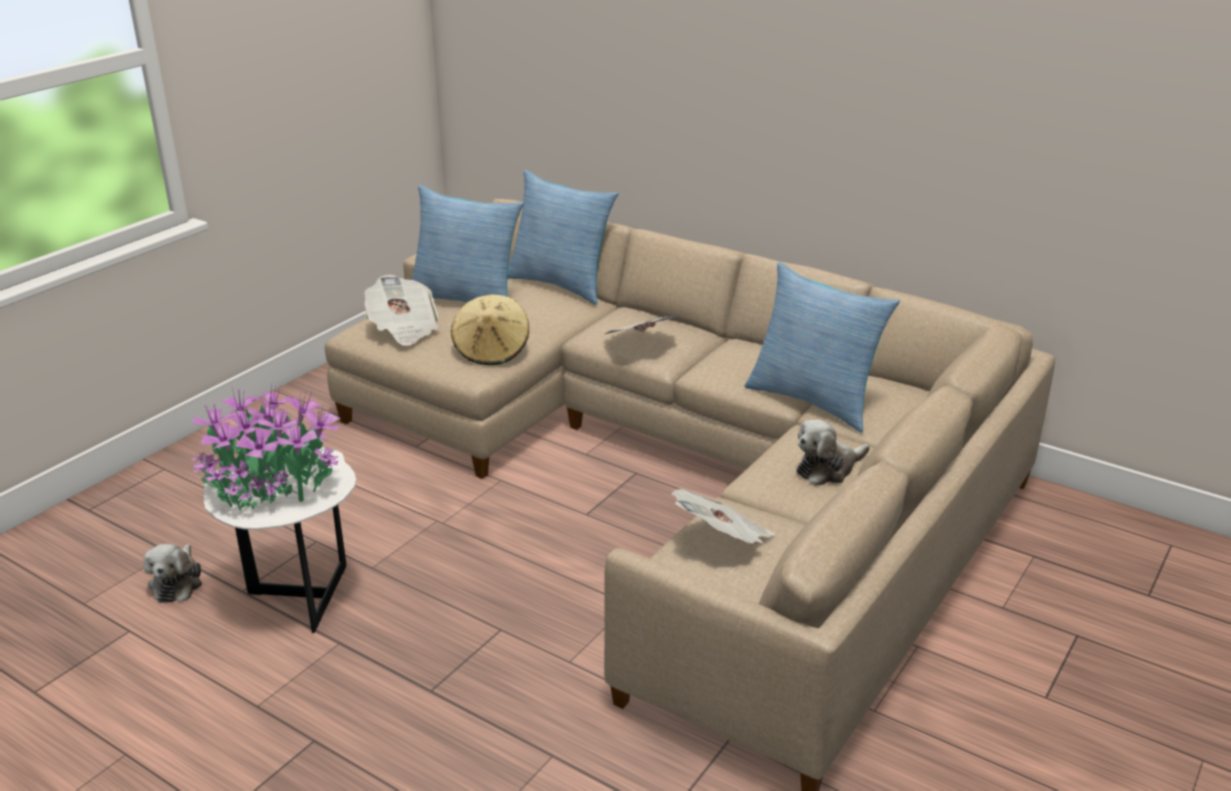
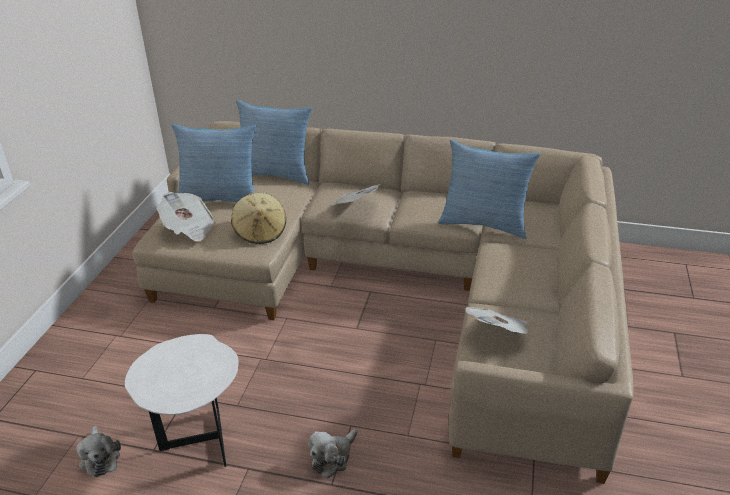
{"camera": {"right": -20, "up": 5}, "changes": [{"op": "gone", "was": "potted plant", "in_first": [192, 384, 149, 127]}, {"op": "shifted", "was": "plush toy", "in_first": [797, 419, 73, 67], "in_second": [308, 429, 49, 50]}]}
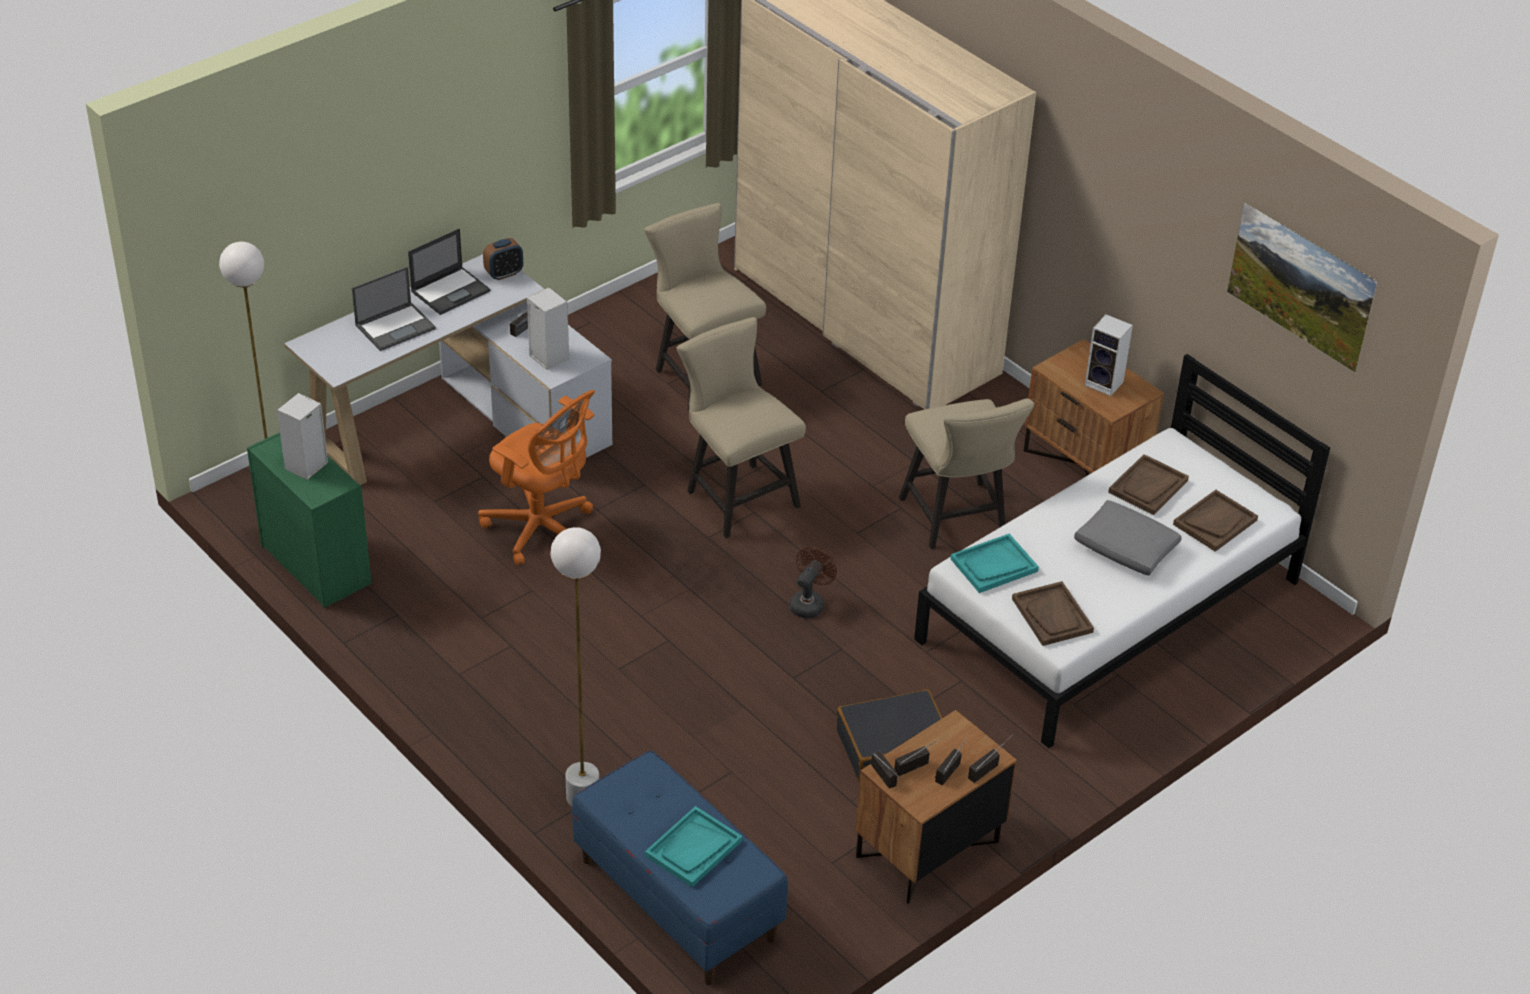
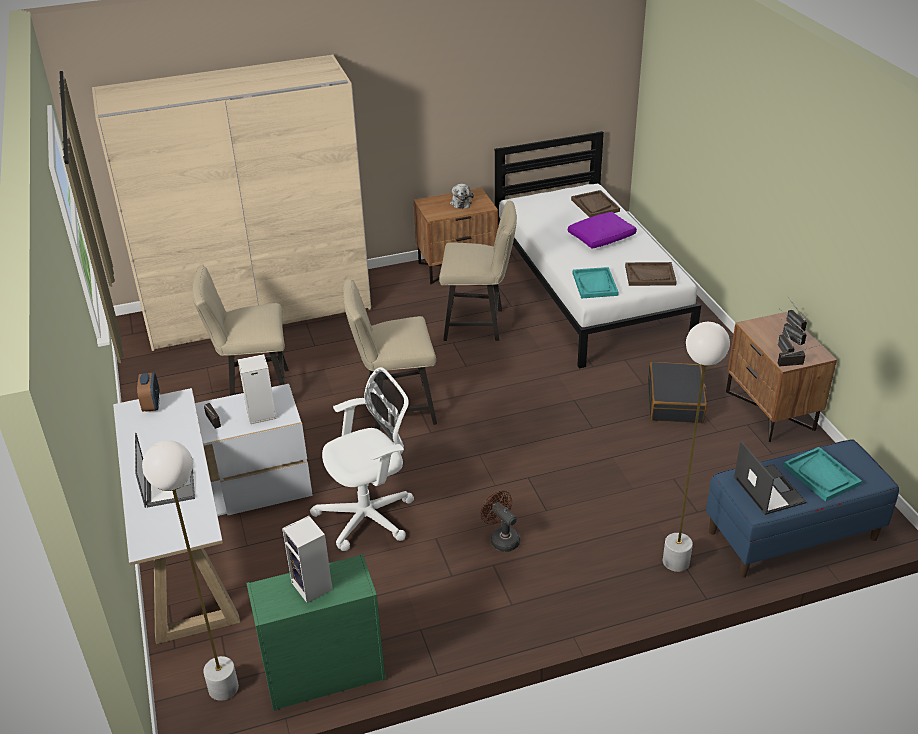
{"camera": {"right": -65, "up": -5}, "changes": [{"op": "gone", "was": "tray/brown", "in_first": [1108, 454, 81, 61]}, {"op": "gone", "was": "picture", "in_first": [1227, 202, 150, 170]}, {"op": "shifted", "was": "laptop", "in_first": [408, 228, 82, 87], "in_second": [734, 441, 72, 74]}, {"op": "shifted", "was": "fan/brown", "in_first": [790, 547, 47, 71], "in_second": [480, 491, 40, 61]}, {"op": "swapped", "was": "speaker", "now": "plush toy", "in_first": [1085, 314, 48, 82], "in_second": [450, 184, 24, 25]}, {"op": "repainted", "was": "office chair/orange", "now": "office chair/white", "in_first": [478, 390, 118, 176], "in_second": [310, 367, 104, 184]}, {"op": "repainted", "was": "pillow/grey", "now": "pillow/purple", "in_first": [1074, 500, 108, 76], "in_second": [568, 212, 69, 36]}]}
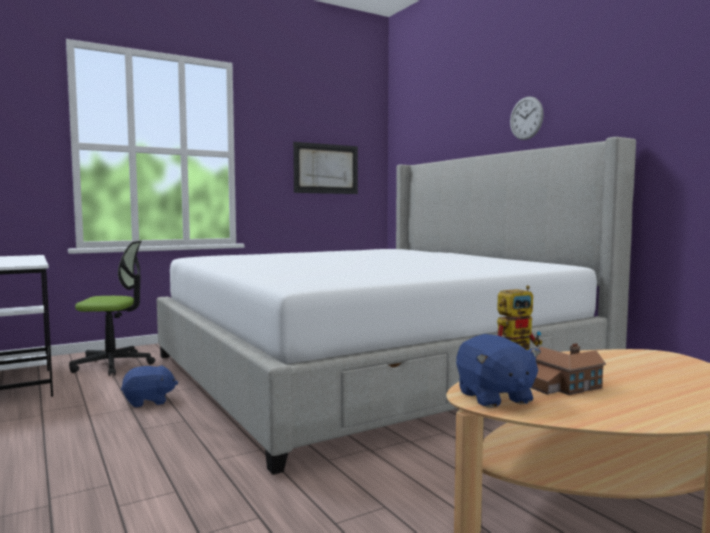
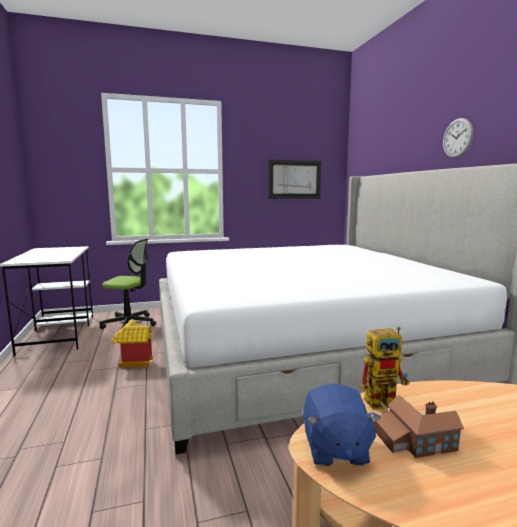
{"camera": {"right": 15, "up": 5}, "changes": [{"op": "swapped", "was": "plush toy/blue", "now": "toy house", "in_first": [121, 365, 57, 42], "in_second": [111, 319, 42, 49]}]}
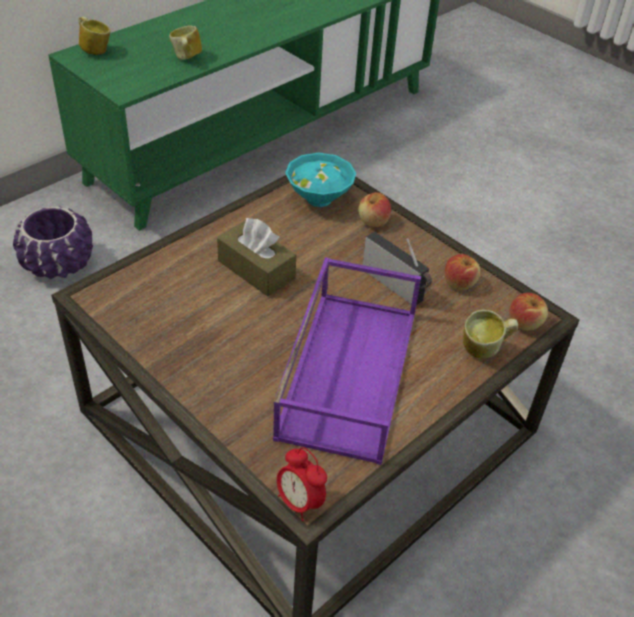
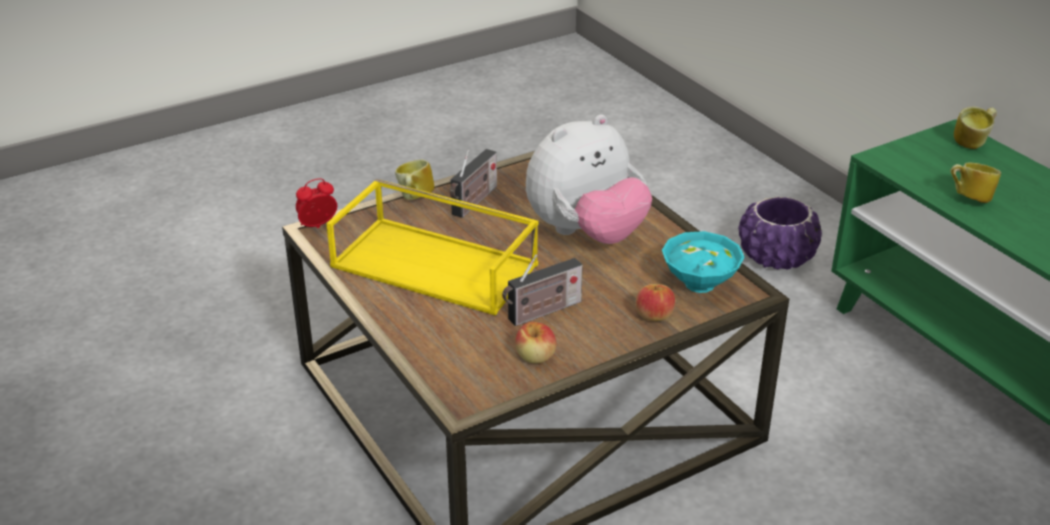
{"camera": {"right": 105, "up": -10}, "changes": [{"op": "gone", "was": "apple", "in_first": [509, 293, 39, 38]}, {"op": "new", "now": "radio", "in_second": [450, 149, 47, 69]}, {"op": "shifted", "was": "mug", "in_first": [463, 310, 55, 49], "in_second": [395, 160, 39, 40]}, {"op": "swapped", "was": "tissue box/brown", "now": "plush toy", "in_first": [217, 218, 79, 78], "in_second": [526, 114, 126, 130]}, {"op": "repainted", "was": "tray/purple", "now": "tray/yellow", "in_first": [273, 257, 148, 208], "in_second": [326, 179, 212, 136]}]}
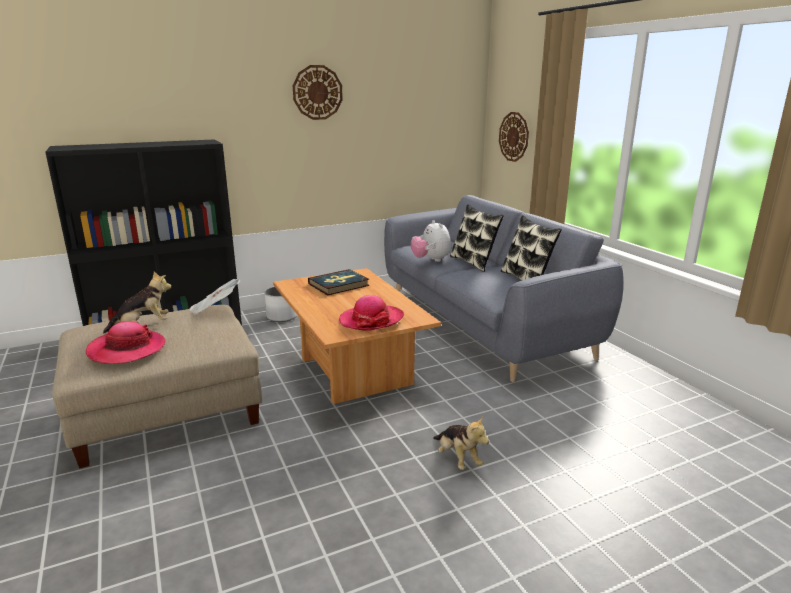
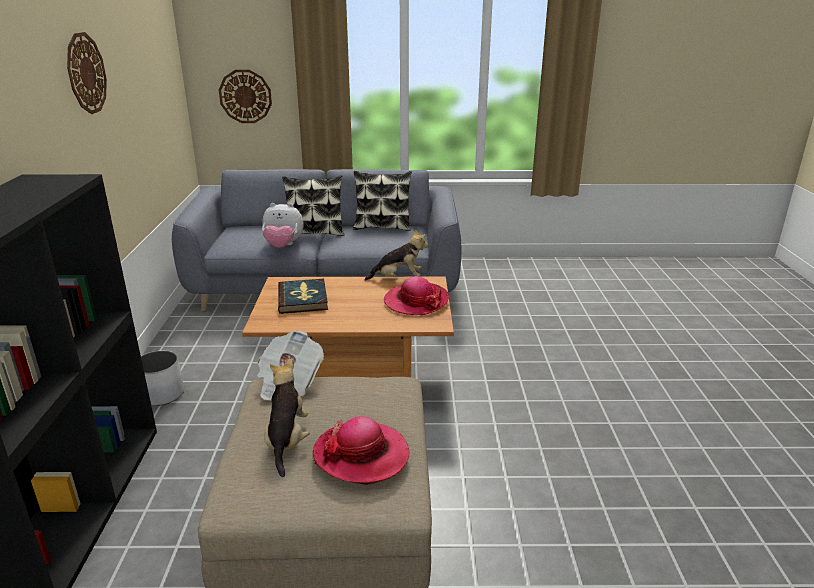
{"camera": {"right": -65, "up": 5}, "changes": [{"op": "shifted", "was": "plush toy", "in_first": [433, 416, 56, 54], "in_second": [365, 229, 63, 52]}]}
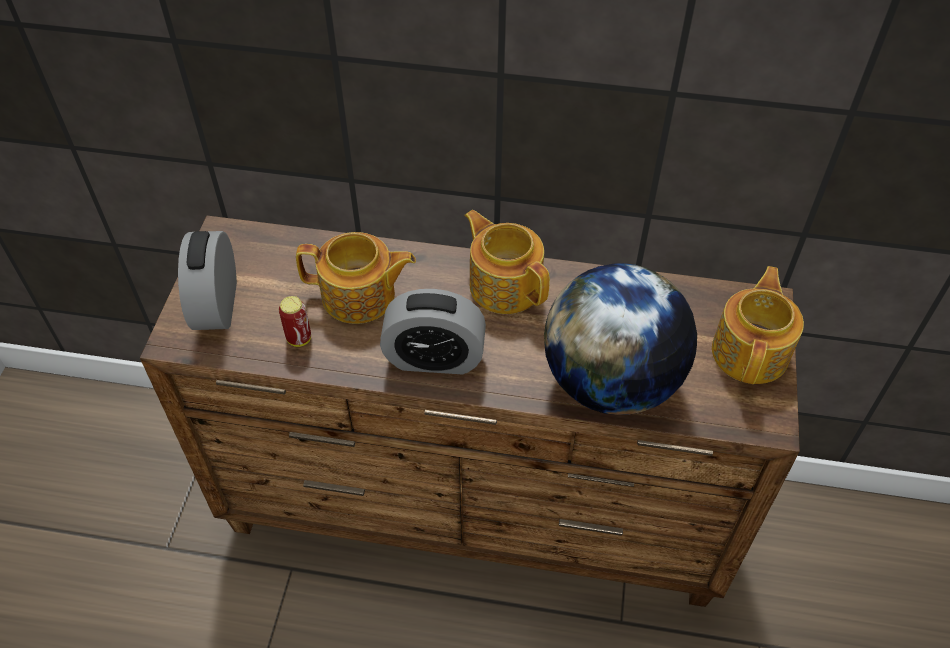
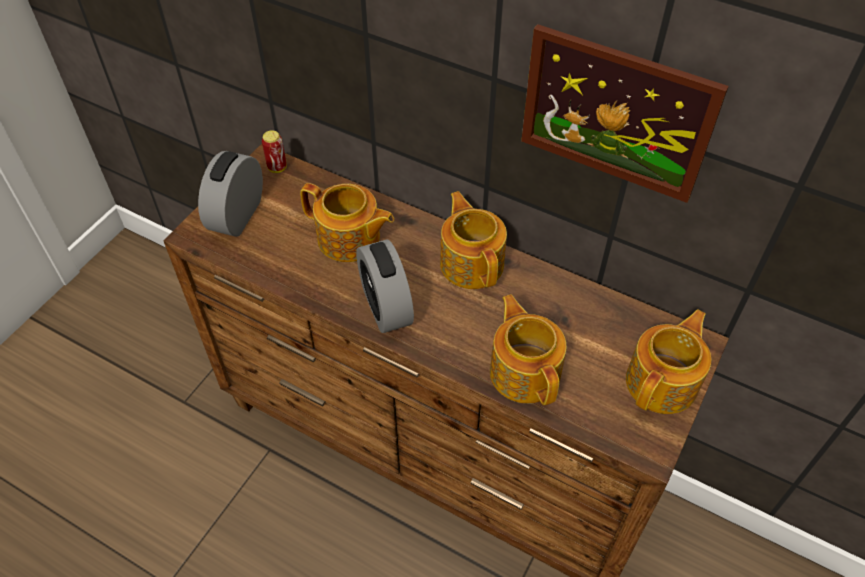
{"camera": {"right": 20, "up": 0}, "changes": [{"op": "new", "now": "picture", "in_second": [521, 24, 208, 179]}, {"op": "shifted", "was": "can", "in_first": [279, 296, 32, 51], "in_second": [262, 130, 25, 43]}, {"op": "swapped", "was": "globe", "now": "teapot", "in_first": [544, 263, 153, 152], "in_second": [490, 295, 77, 110]}, {"op": "rotated", "was": "alarm clock", "in_first": [380, 289, 106, 85], "in_second": [356, 239, 58, 94], "clockwise": 45}]}
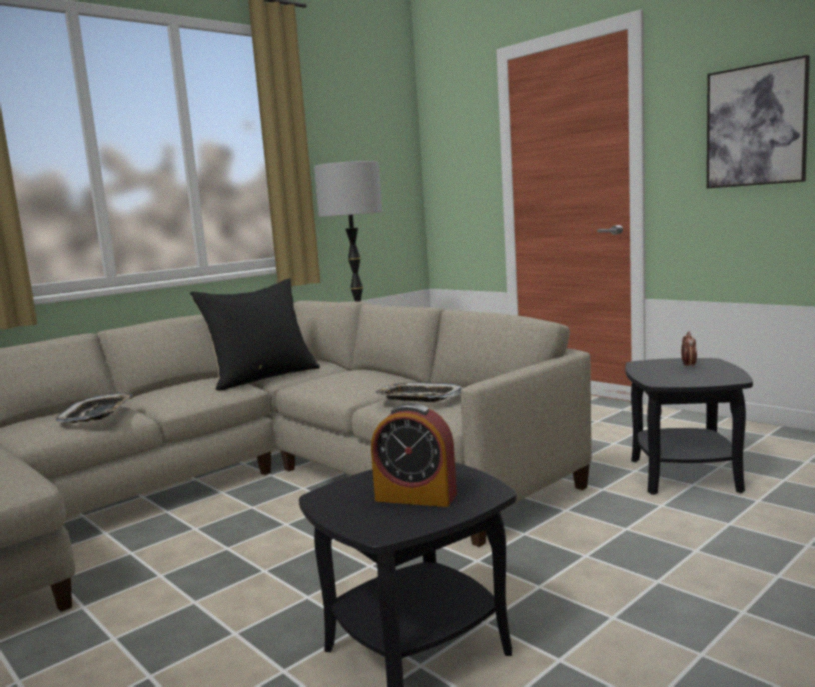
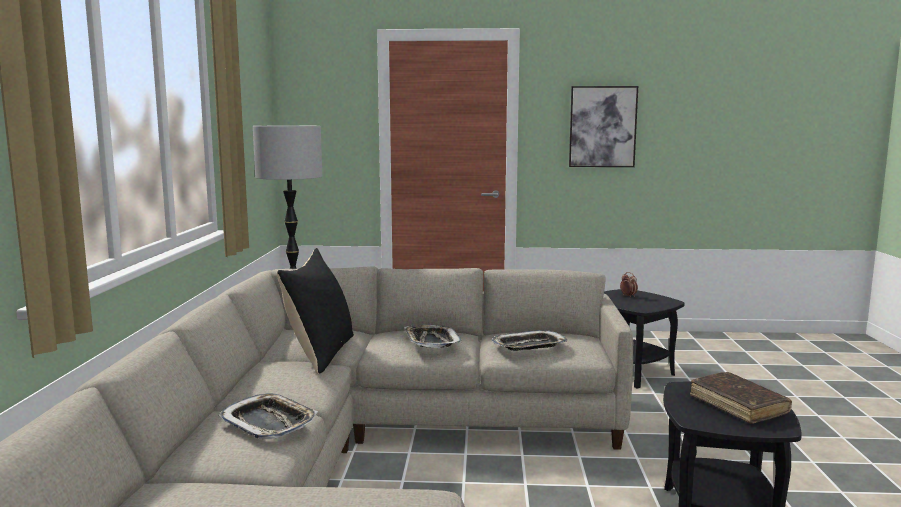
{"camera": {"right": -45, "up": 0}, "changes": [{"op": "new", "now": "tray", "in_second": [404, 325, 58, 23]}, {"op": "swapped", "was": "alarm clock", "now": "book/brown", "in_first": [371, 403, 86, 104], "in_second": [690, 372, 102, 52]}]}
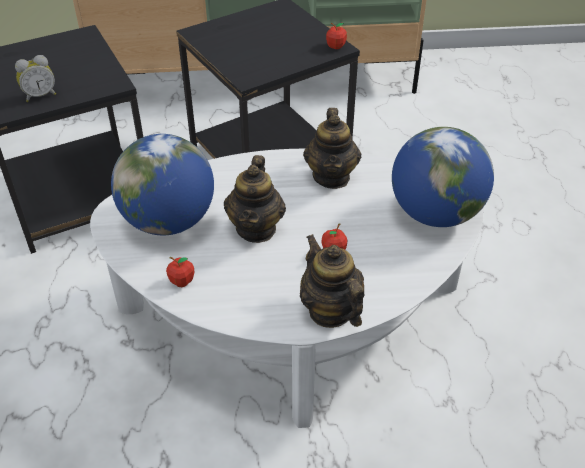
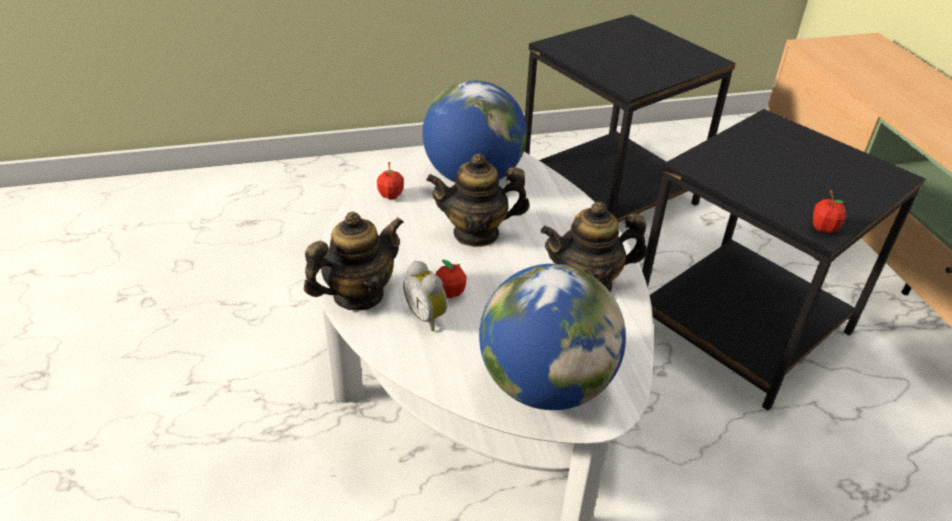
{"camera": {"right": 80, "up": -5}, "changes": [{"op": "shifted", "was": "alarm clock", "in_first": [15, 55, 41, 47], "in_second": [403, 260, 45, 72]}]}
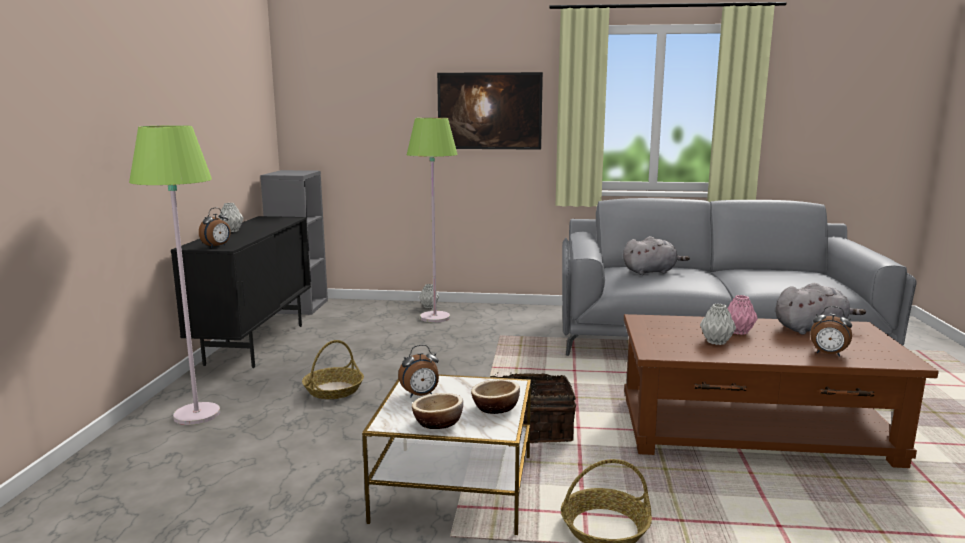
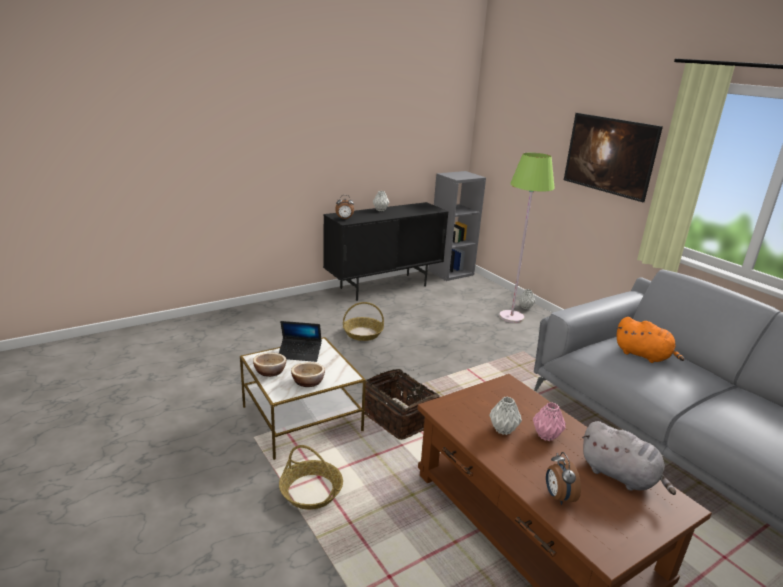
{"camera": {"right": 50, "up": 10}, "changes": [{"op": "gone", "was": "floor lamp/green", "in_first": [129, 125, 91, 300]}, {"op": "swapped", "was": "alarm clock", "now": "laptop", "in_first": [398, 345, 41, 53], "in_second": [279, 321, 43, 41]}, {"op": "repainted", "was": "plush toy/grey", "now": "plush toy/orange", "in_first": [623, 236, 67, 39], "in_second": [617, 317, 68, 46]}]}
